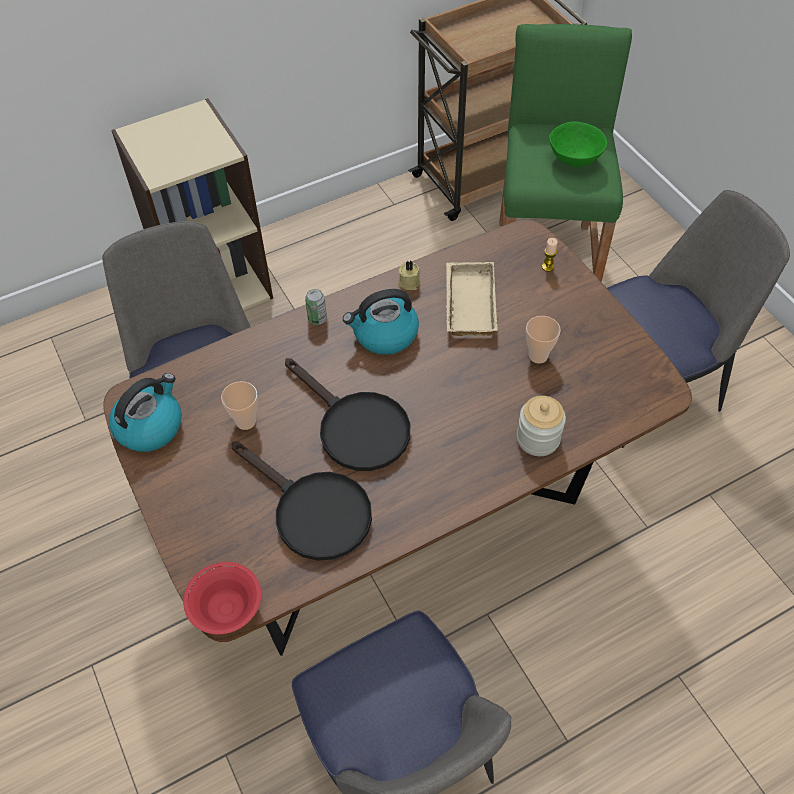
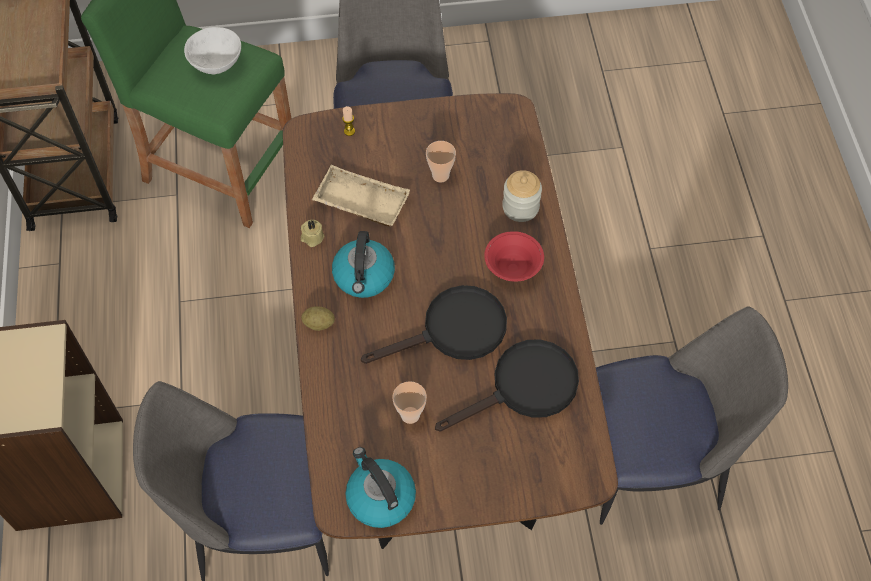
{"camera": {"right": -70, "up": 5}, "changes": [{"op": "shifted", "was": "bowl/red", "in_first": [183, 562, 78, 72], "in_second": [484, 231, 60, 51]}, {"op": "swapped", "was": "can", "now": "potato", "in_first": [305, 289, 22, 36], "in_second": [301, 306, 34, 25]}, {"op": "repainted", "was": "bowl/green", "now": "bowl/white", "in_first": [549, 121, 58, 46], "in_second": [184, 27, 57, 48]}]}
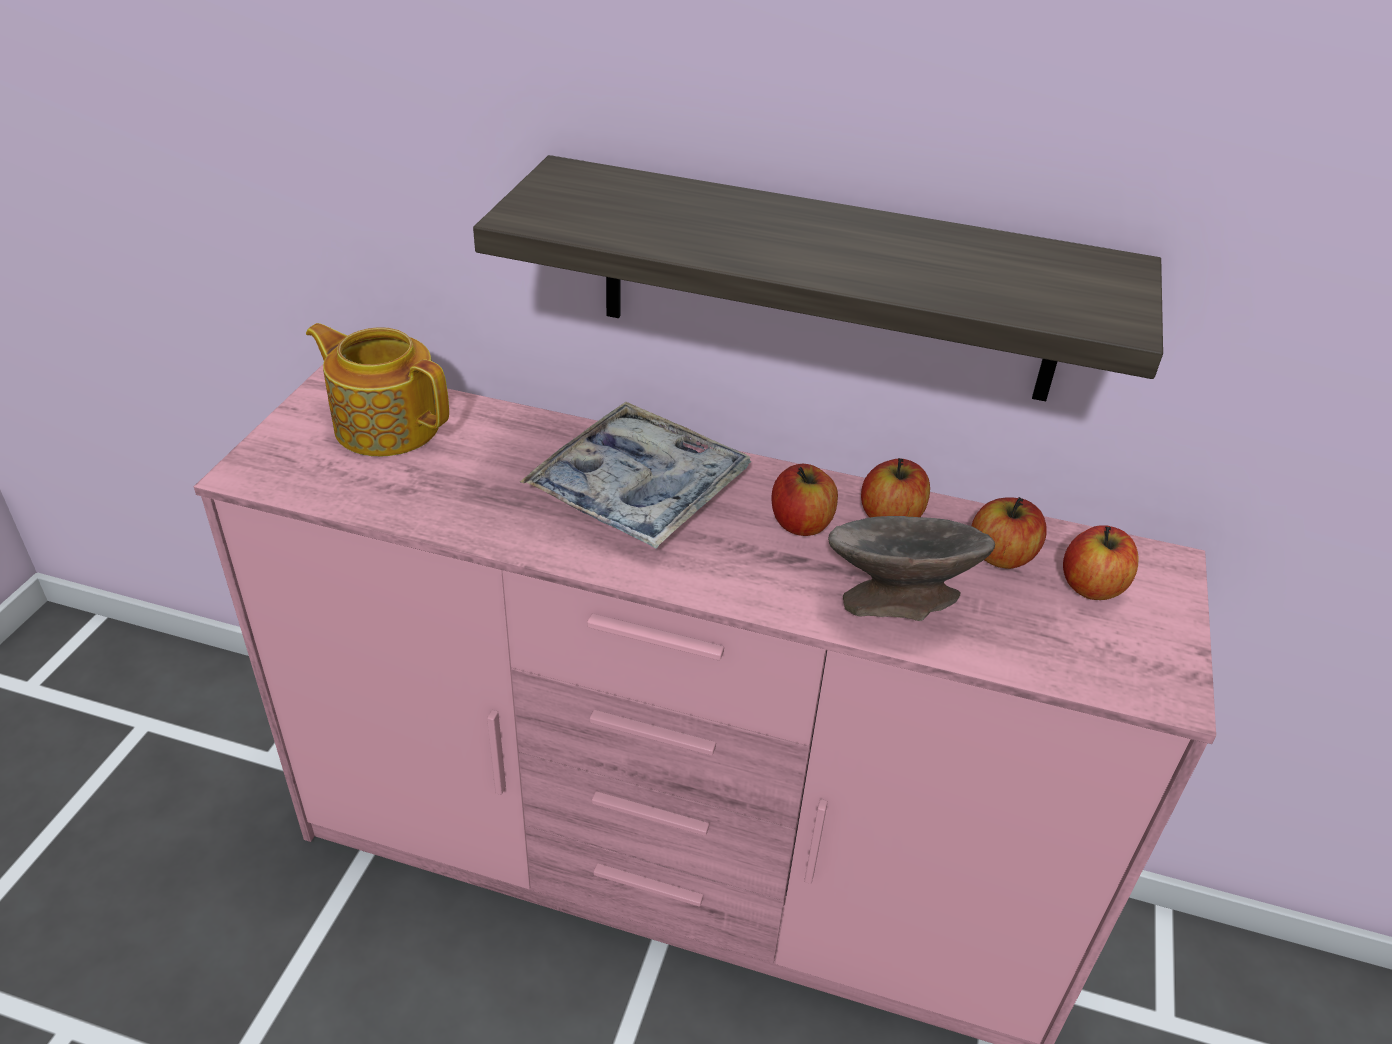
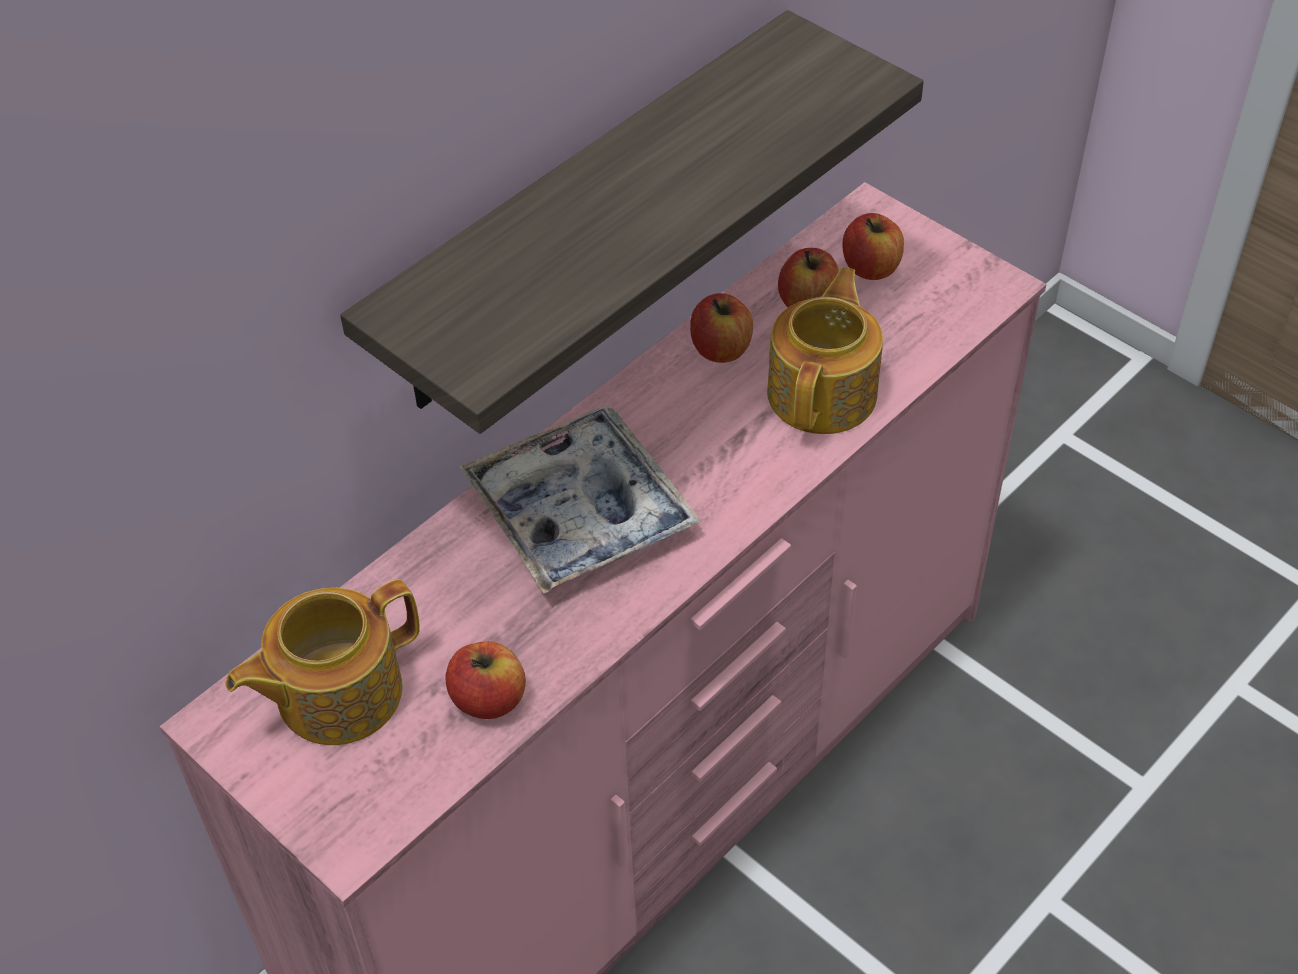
{"camera": {"right": -60, "up": 10}, "changes": [{"op": "shifted", "was": "apple", "in_first": [772, 464, 66, 72], "in_second": [446, 641, 80, 78]}, {"op": "swapped", "was": "bowl/grey", "now": "teapot", "in_first": [828, 516, 167, 105], "in_second": [767, 267, 116, 167]}]}
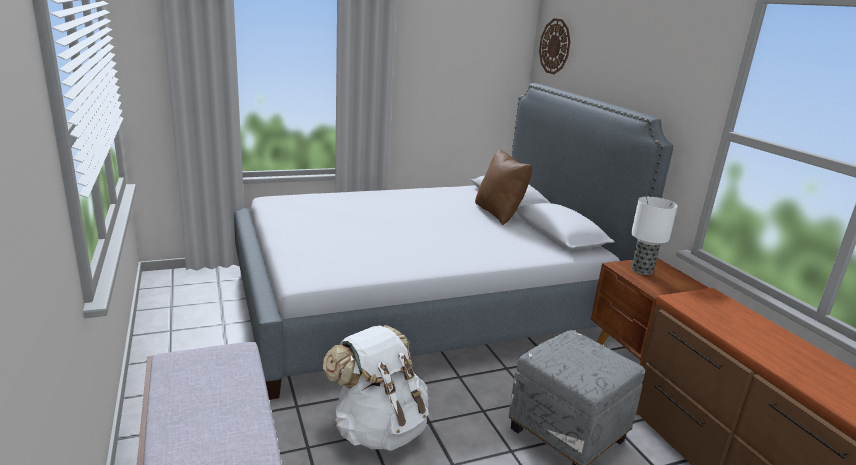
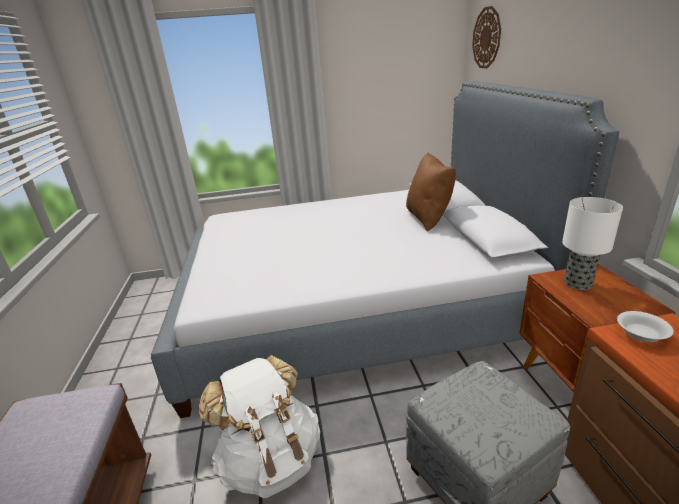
{"camera": {"right": 15, "up": 5}, "changes": [{"op": "new", "now": "bowl/white", "in_second": [617, 311, 57, 31]}]}
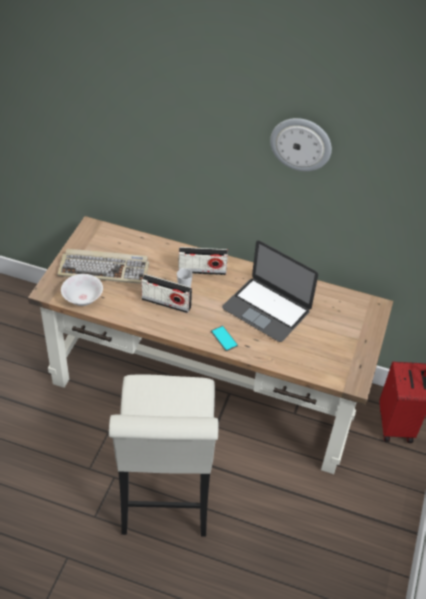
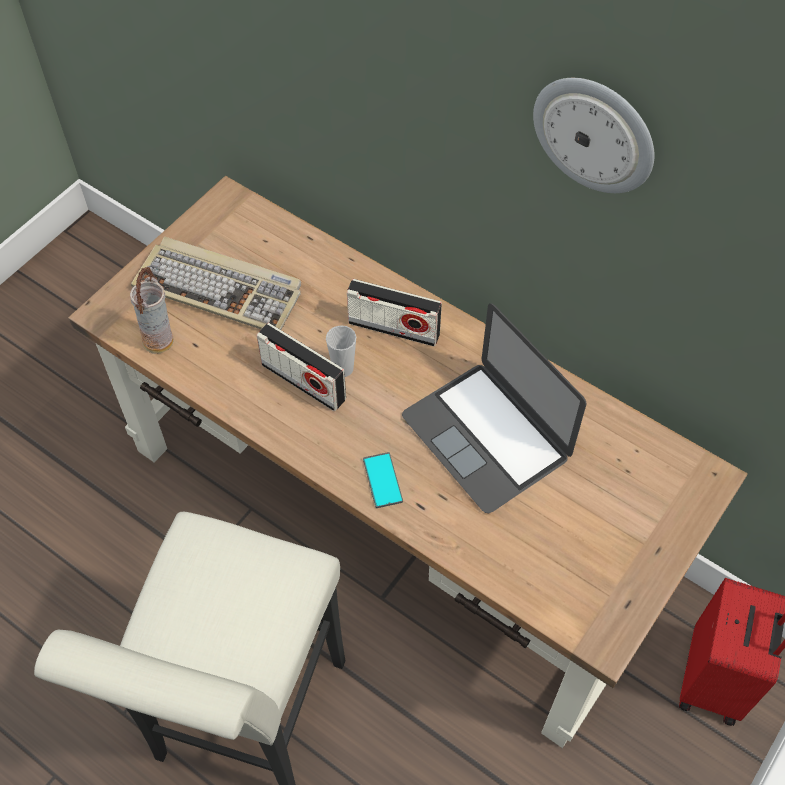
{"camera": {"right": 20, "up": 10}, "changes": [{"op": "swapped", "was": "bowl/white", "now": "vase", "in_first": [61, 274, 42, 32], "in_second": [130, 267, 44, 87]}]}
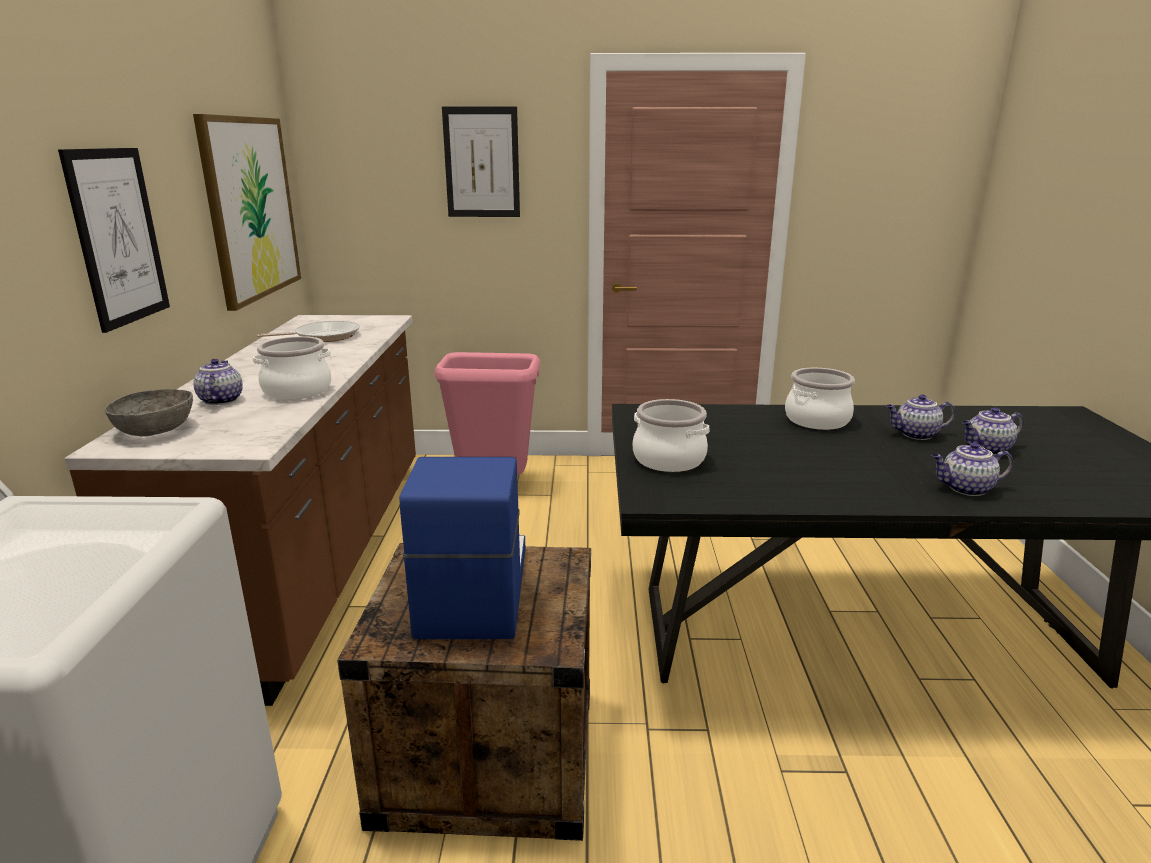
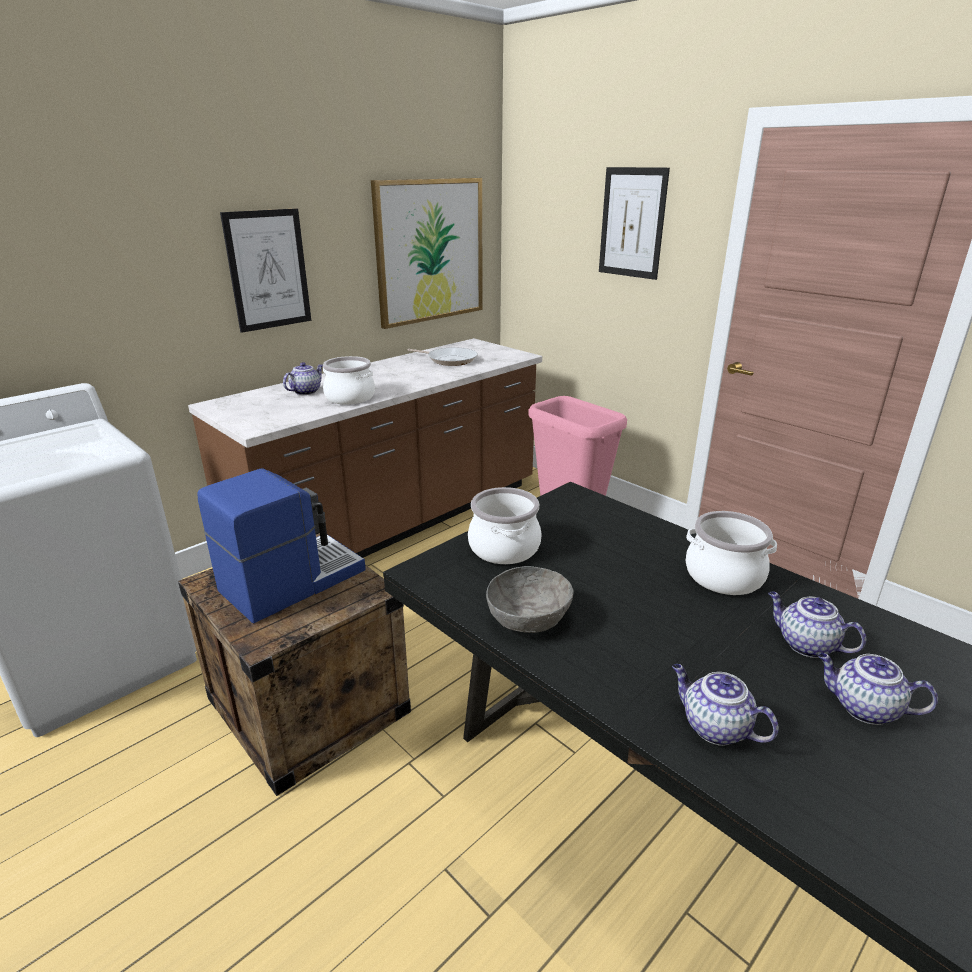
{"camera": {"right": 45, "up": 5}, "changes": [{"op": "shifted", "was": "bowl/grey", "in_first": [105, 389, 88, 48], "in_second": [486, 566, 88, 67]}]}
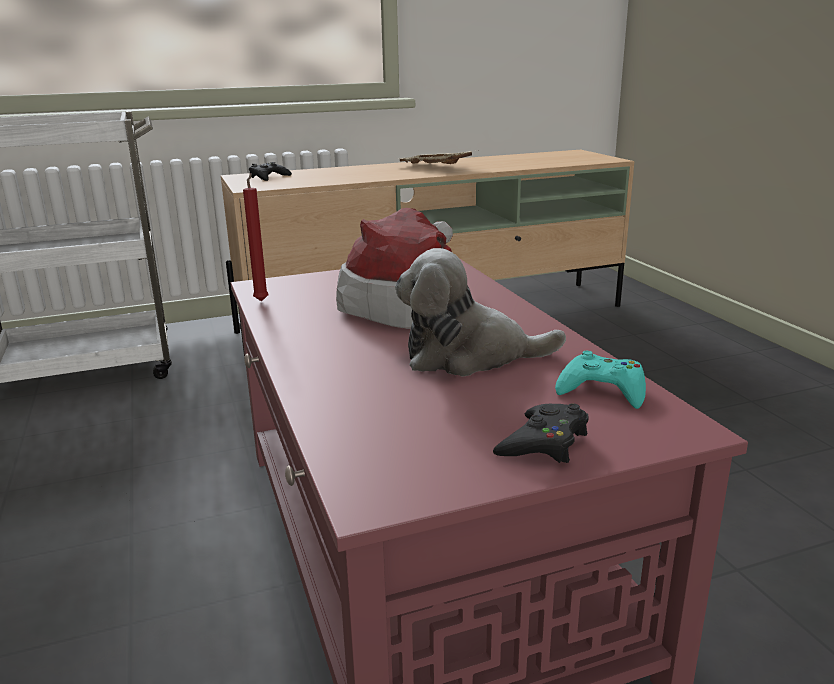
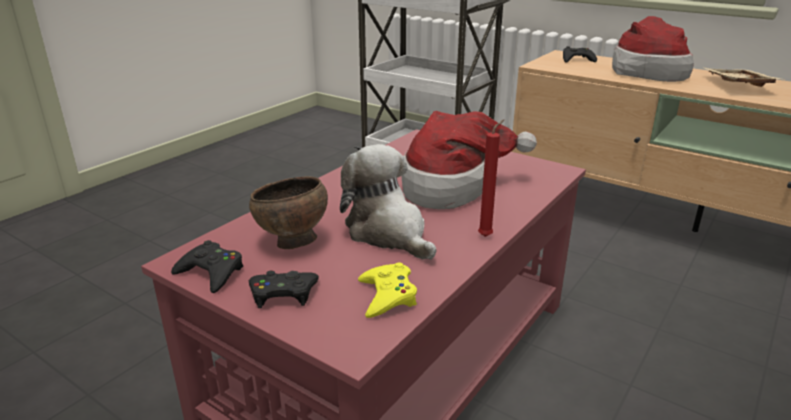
{"camera": {"right": 55, "up": 5}, "changes": [{"op": "new", "now": "game controller/black", "in_second": [171, 240, 72, 53]}, {"op": "new", "now": "bowl/brown", "in_second": [249, 176, 79, 73]}, {"op": "new", "now": "hat", "in_second": [612, 16, 82, 66]}, {"op": "shifted", "was": "candle/red", "in_first": [243, 173, 26, 128], "in_second": [478, 119, 26, 118]}, {"op": "repainted", "was": "game controller/turquoise", "now": "game controller/yellow", "in_first": [555, 351, 91, 58], "in_second": [358, 262, 59, 56]}]}
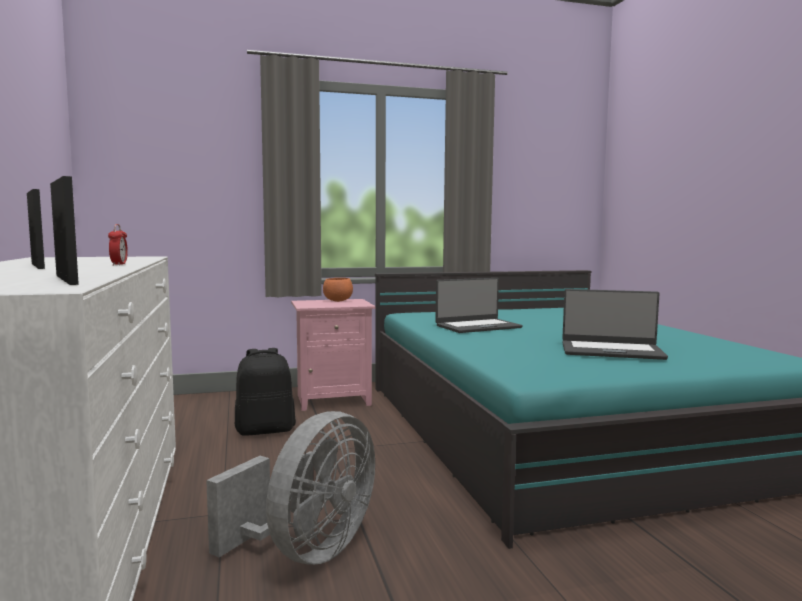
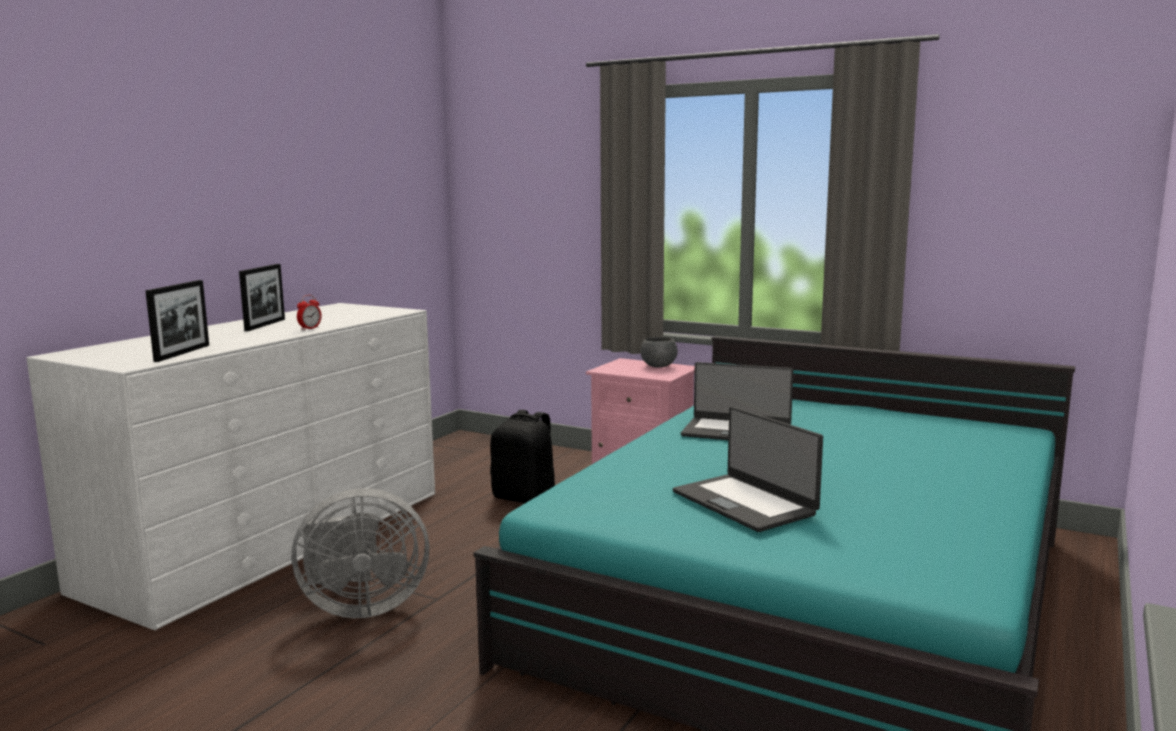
{"camera": {"right": 45, "up": 5}, "changes": [{"op": "repainted", "was": "bowl/orange", "now": "bowl/grey", "in_first": [323, 278, 30, 24], "in_second": [641, 337, 37, 31]}]}
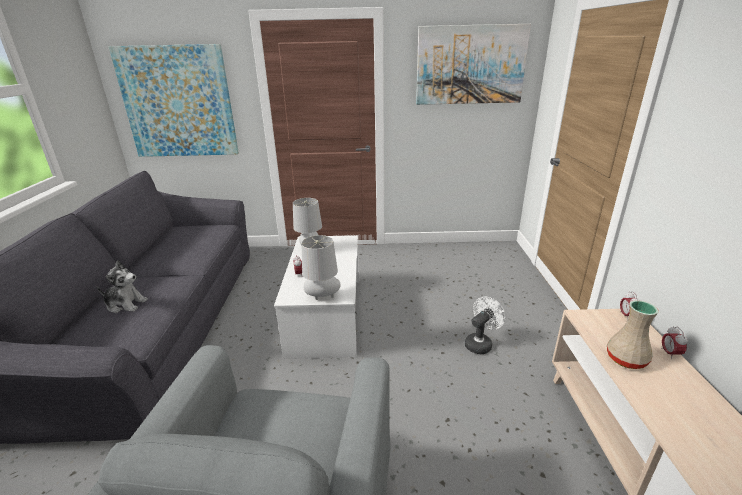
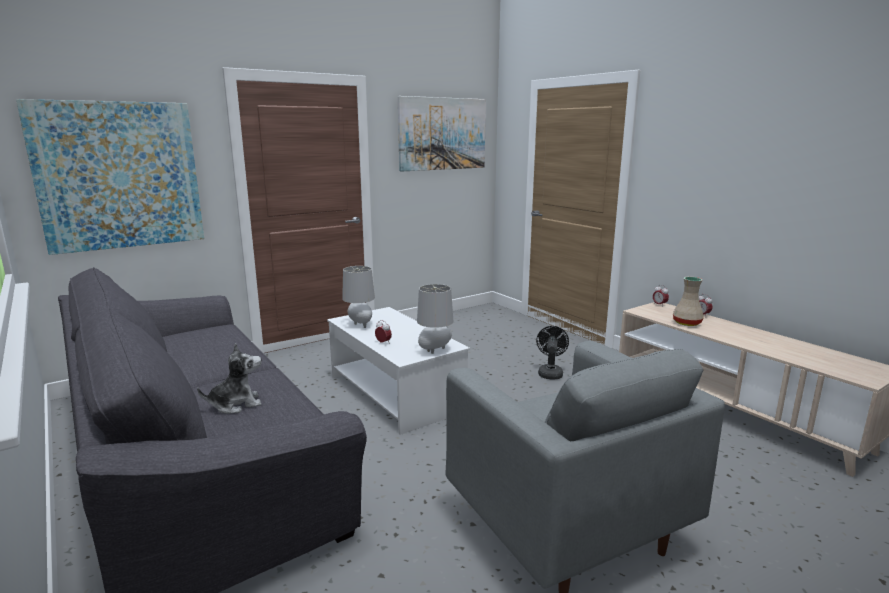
{"camera": {"right": -35, "up": -10}, "changes": [{"op": "repainted", "was": "fan/white", "now": "fan/black", "in_first": [465, 296, 40, 58], "in_second": [536, 326, 33, 54]}]}
